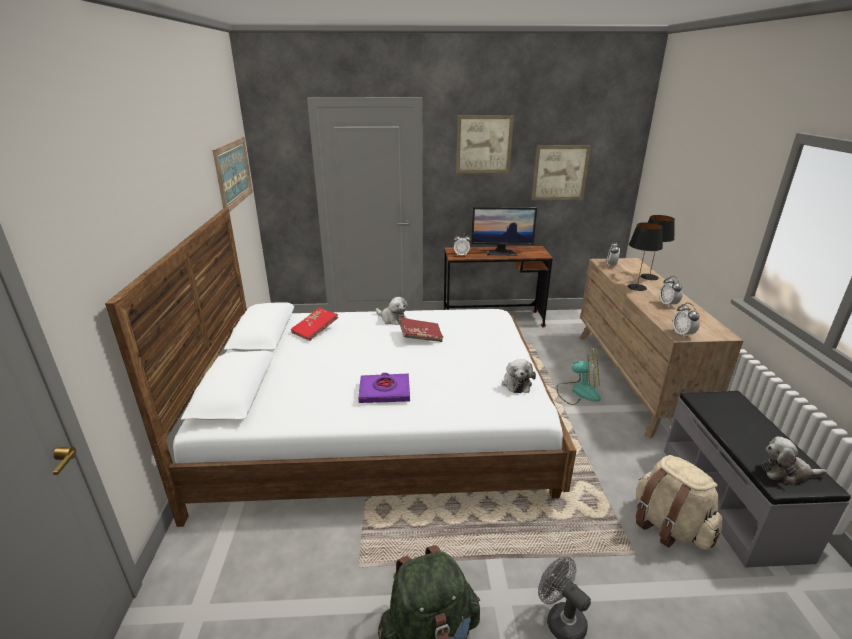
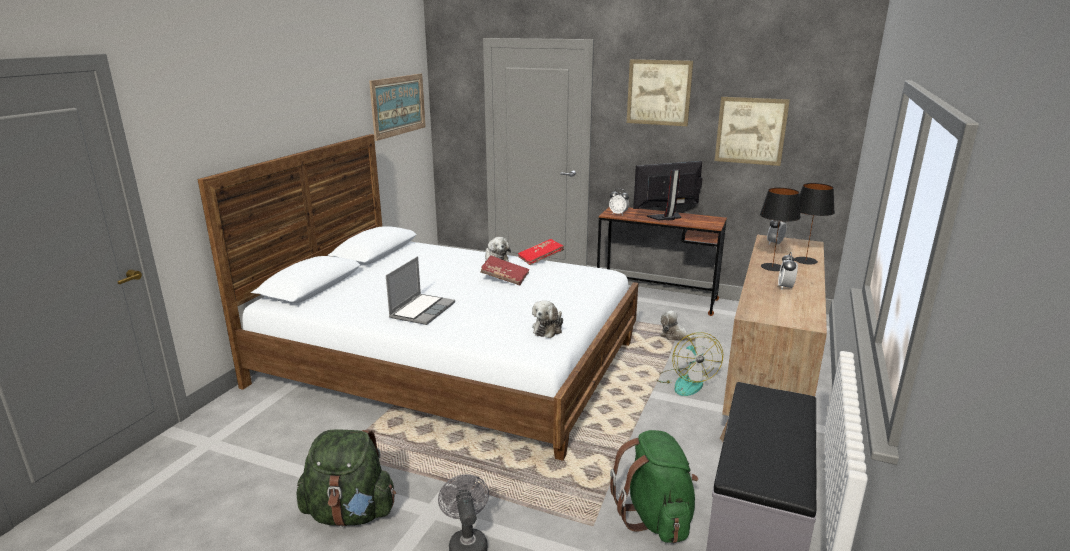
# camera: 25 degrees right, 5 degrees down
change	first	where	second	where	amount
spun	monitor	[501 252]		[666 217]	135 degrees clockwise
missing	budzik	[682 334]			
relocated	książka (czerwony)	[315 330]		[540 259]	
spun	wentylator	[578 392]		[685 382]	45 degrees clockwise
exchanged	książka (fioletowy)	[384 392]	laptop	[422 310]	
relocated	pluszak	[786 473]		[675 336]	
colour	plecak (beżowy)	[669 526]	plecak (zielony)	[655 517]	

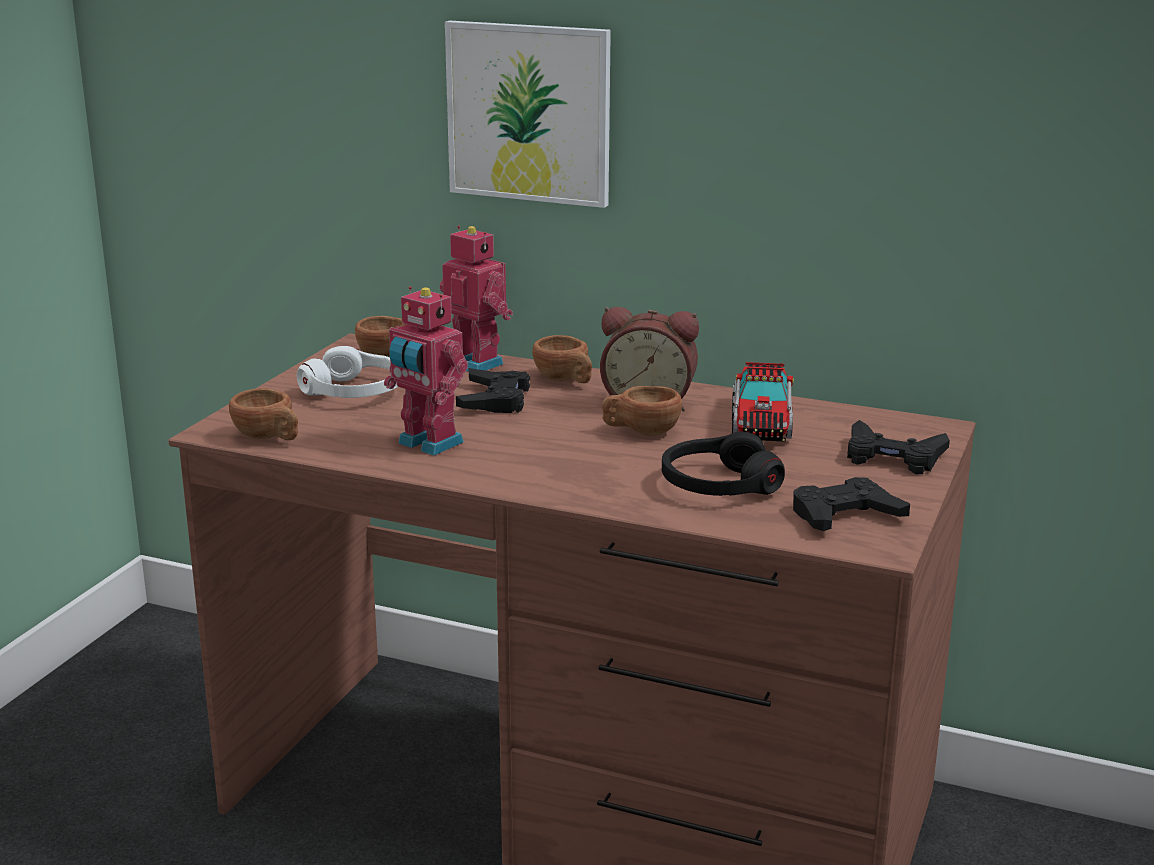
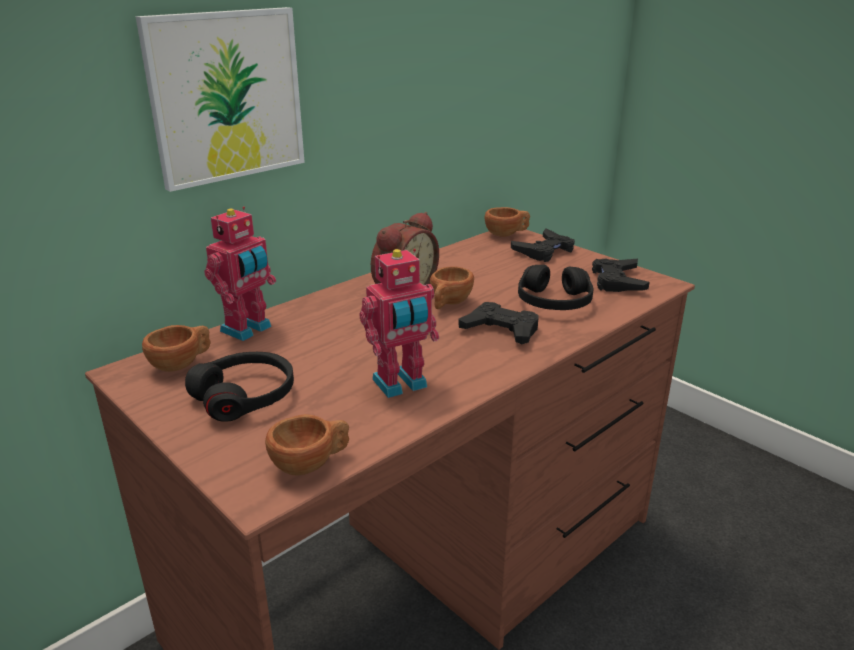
# camera: 65 degrees left, 5 degrees up
change	first	where	second	where	amount
spun	robot zabawkowy	[477 363]		[248 330]	150 degrees clockwise
relocated	filiżanka (brązowy)	[565 380]		[507 234]	
colour	słuchawki (biały)	[355 392]	słuchawki (czarny)	[245 396]	
missing	ciężarówka zabawkowa	[761 424]			
relocated	pad do gier (czarny)	[495 399]		[501 330]	

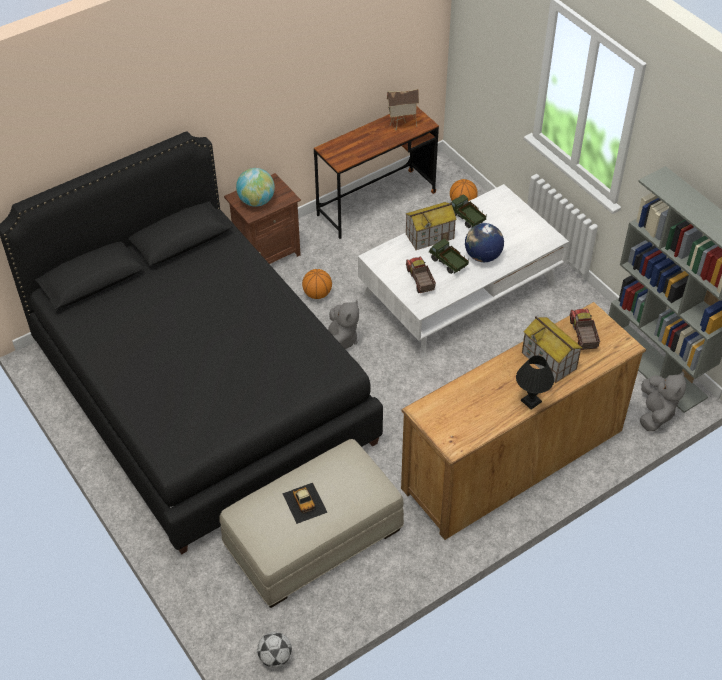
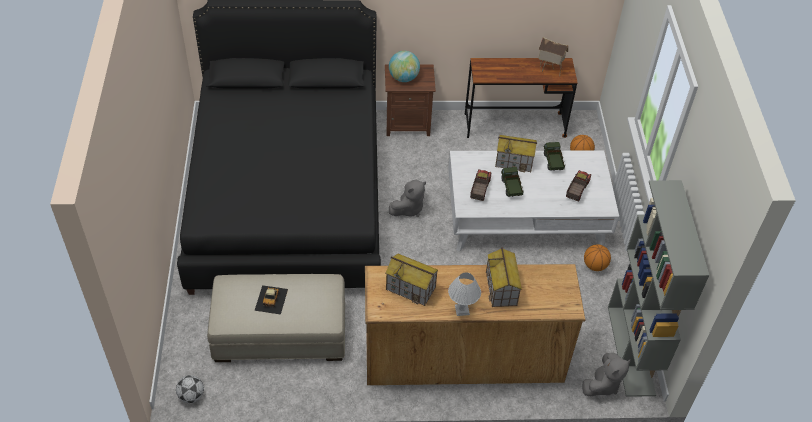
# camera: 30 degrees right, 0 degrees up
change	first	where	second	where	amount
missing	globus	[482 256]			
relocated	piłka do koszykówki	[317 294]		[594 265]	
relocated	ciężarówka zabawkowa	[582 335]		[576 190]	
colour	lampa stołowa (czarny)	[531 401]	lampa stołowa (biały)	[461 310]	
appeared			domek	[411 288]	

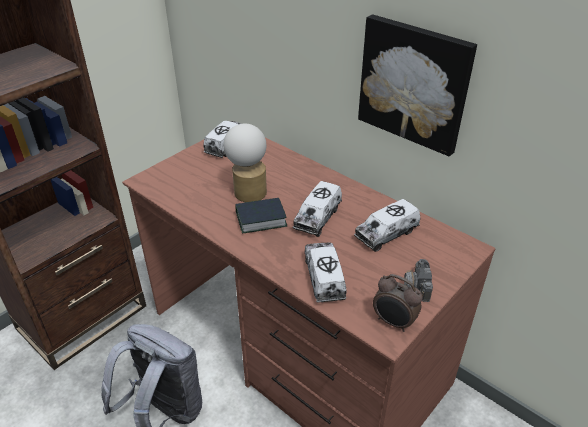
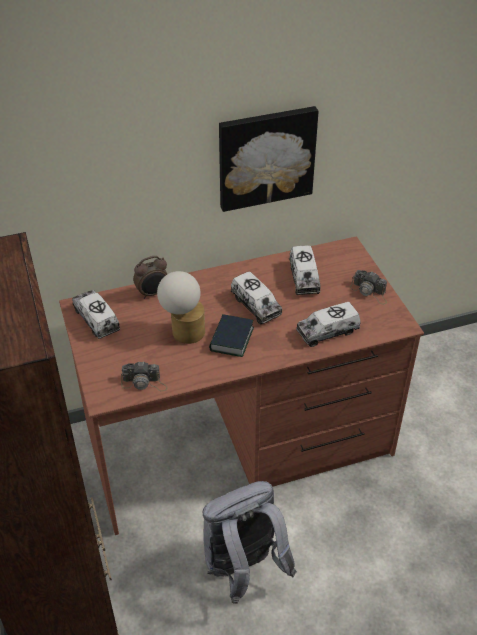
# camera: 60 degrees left, 5 degrees up
change	first	where	second	where	amount
spun	ciężarówka zabawkowa	[324 278]		[327 332]	45 degrees counterclockwise
relocated	budzik	[393 322]		[153 293]	
appeared			aparat fotograficzny	[144 383]	

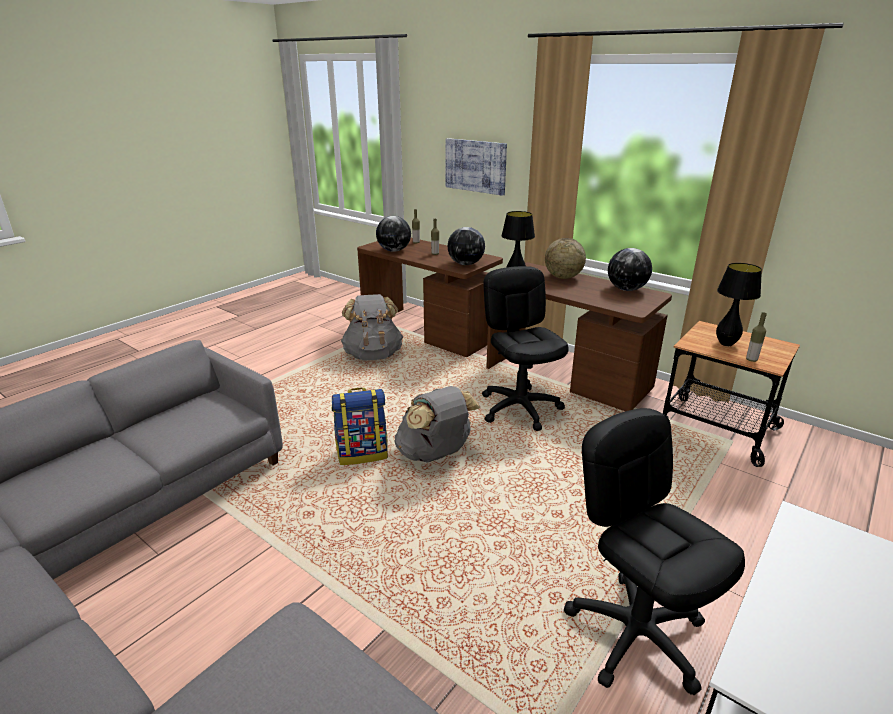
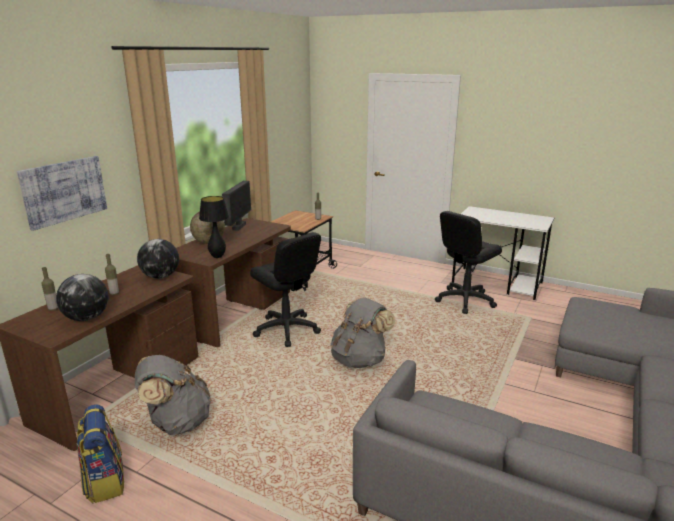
# camera: 100 degrees left, 5 degrees down
change	first	where	second	where	amount
exchanged	globus	[626 289]	monitor	[238 227]	
missing	lampa stołowa (czarny)	[726 344]			
spun	krzesło biurowe (czarny)	[520 408]		[286 330]	105 degrees counterclockwise
relocated	plecak	[363 454]		[104 481]	

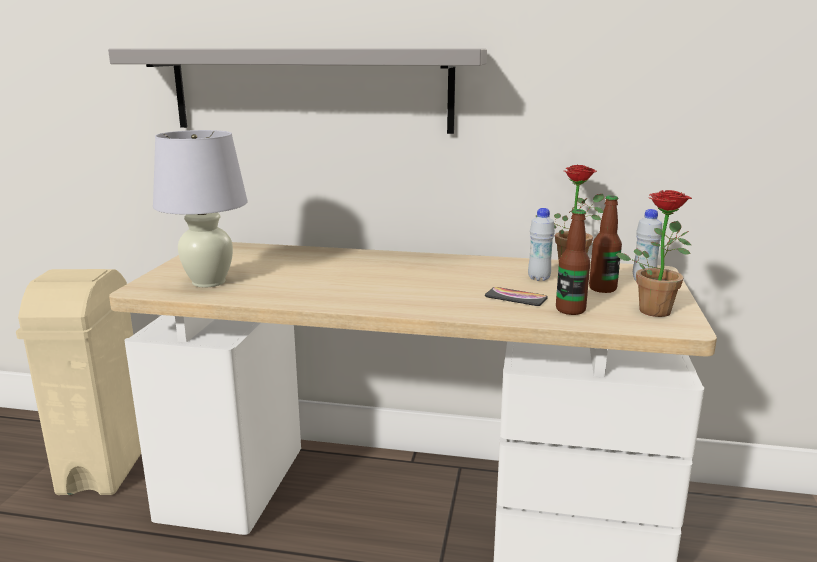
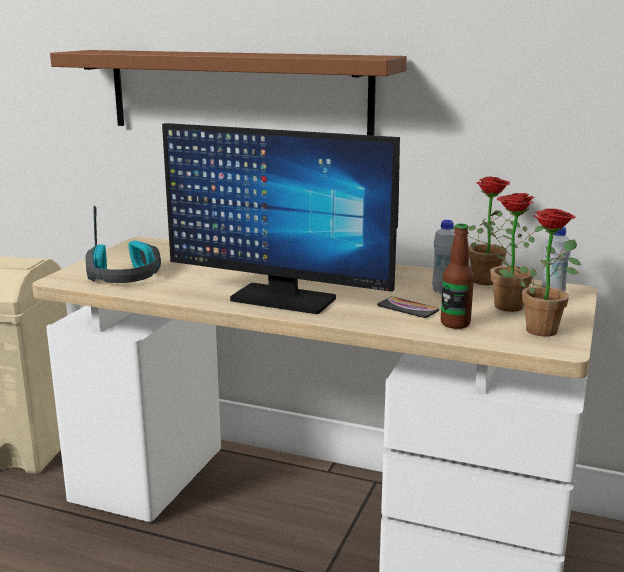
# camera: 10 degrees right, 0 degrees up
change	first	where	second	where	amount
colour	półka (szary)	[310 90]	półka (brązowy)	[237 93]	
exchanged	lampa stołowa (biały)	[209 282]	słuchawki	[124 276]	
exchanged	butelka	[602 288]	roślina doniczkowa	[502 305]	
appeared			monitor	[282 299]	

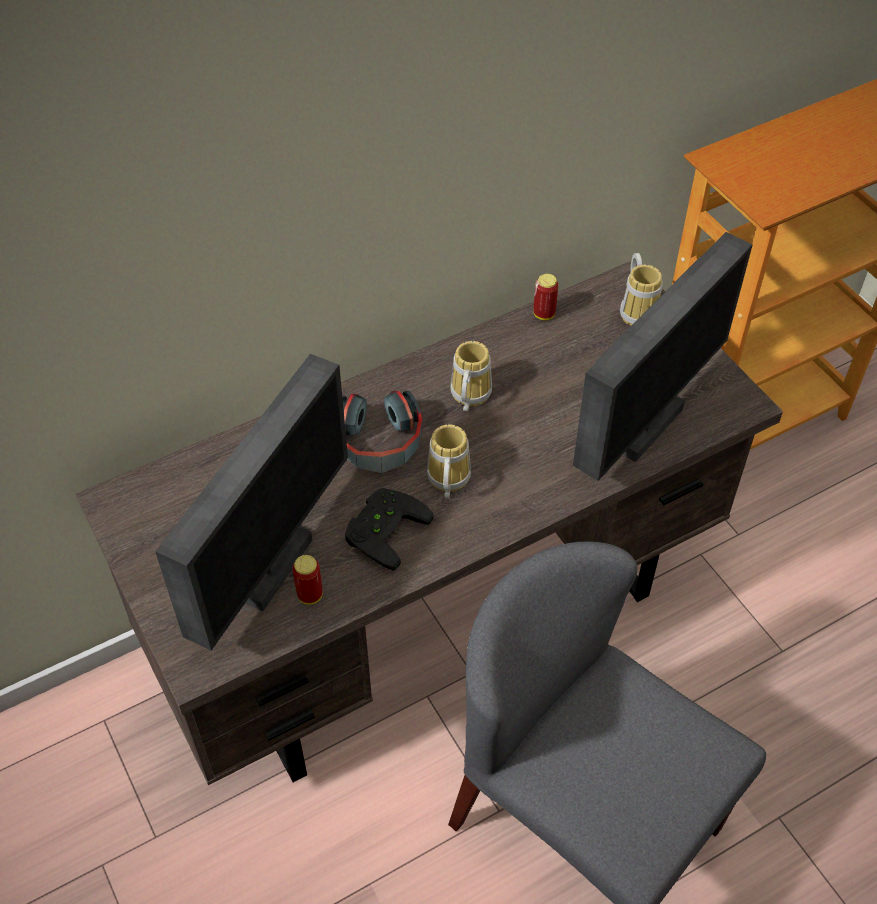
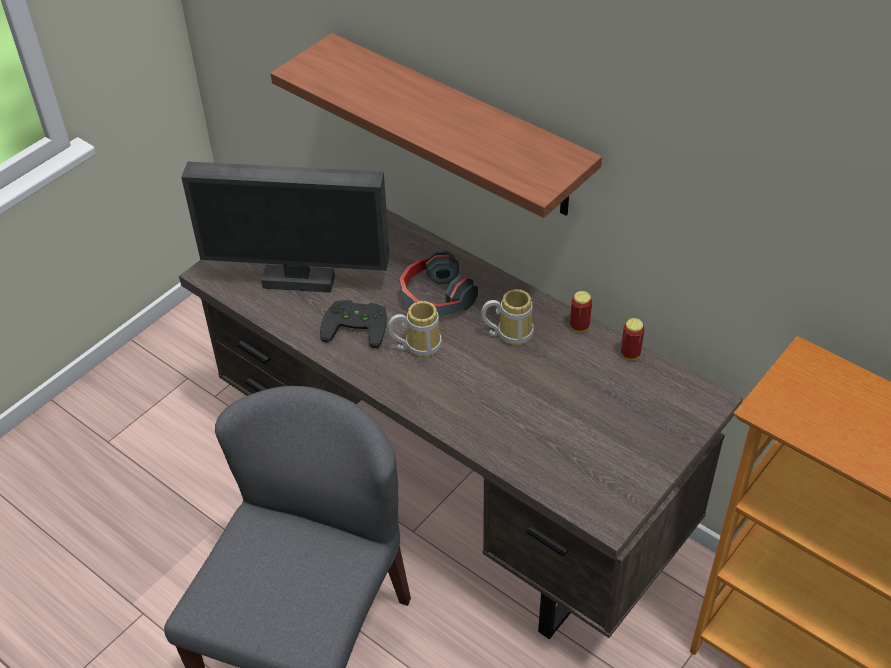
# camera: 70 degrees right, 5 degrees down
change	first	where	second	where	amount
missing	monitor	[644 426]			
missing	kubek	[639 310]			
relocated	puszka	[310 595]		[579 327]	
appeared			półka	[458 126]	

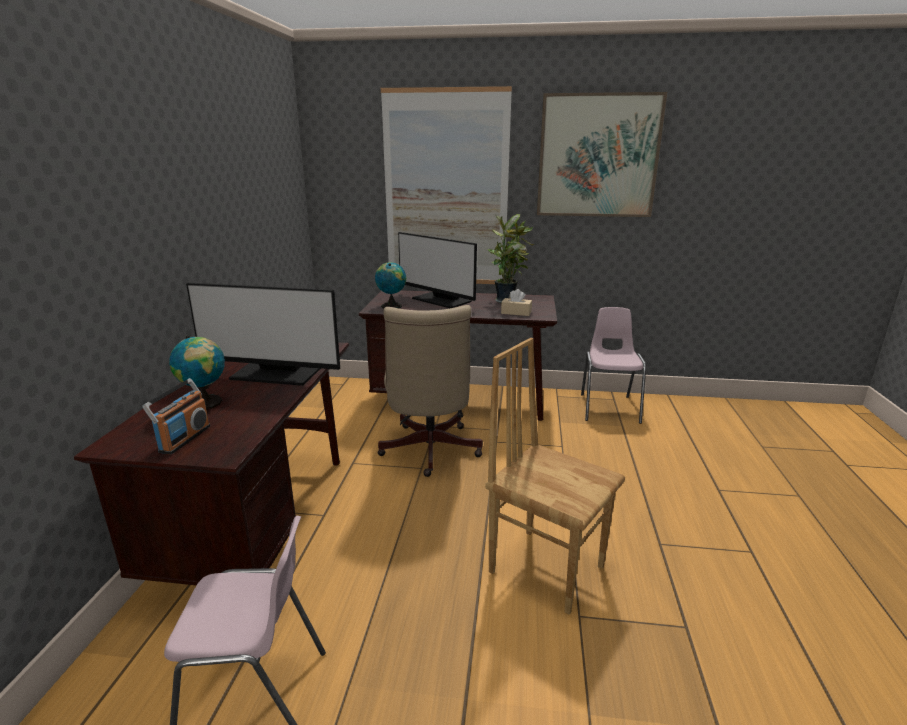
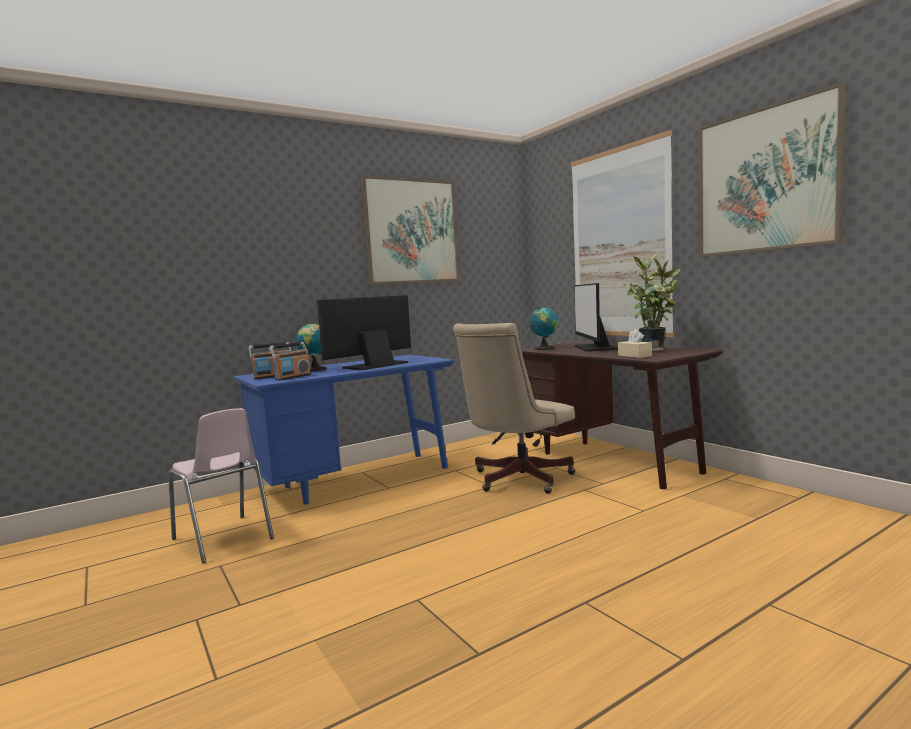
# camera: 50 degrees right, 15 degrees down
change	first	where	second	where	amount
spun	monitor	[275 374]		[374 365]	75 degrees clockwise
missing	krzesło (różowy)	[609 408]			
missing	krzesło (brązowy)	[546 567]			
colour	biurko (brązowy)	[262 522]	biurko (niebieski)	[356 480]	
appeared			obraz	[411 231]	
appeared			radio	[293 377]	

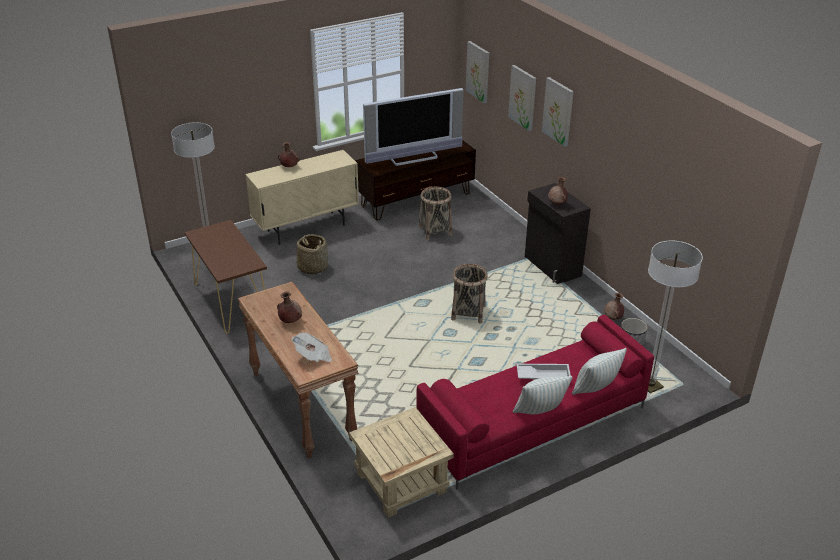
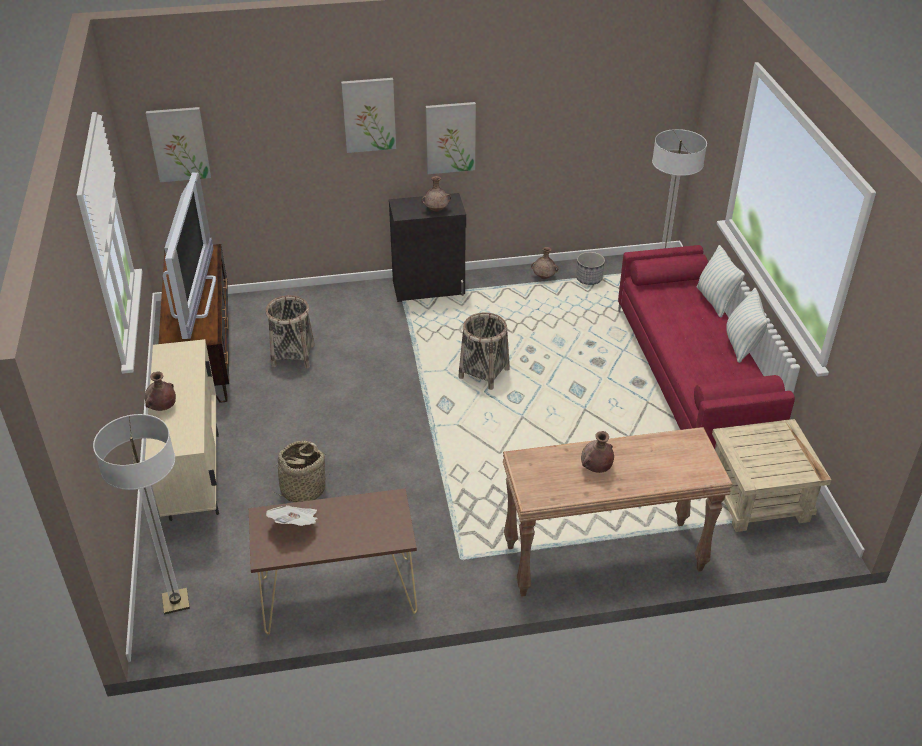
# camera: 70 degrees left, 5 degrees up
change	first	where	second	where	amount
relocated	obraz	[523 97]		[450 137]	
relocated	gazeta	[313 356]		[295 524]	
missing	taca (biały)	[543 375]			

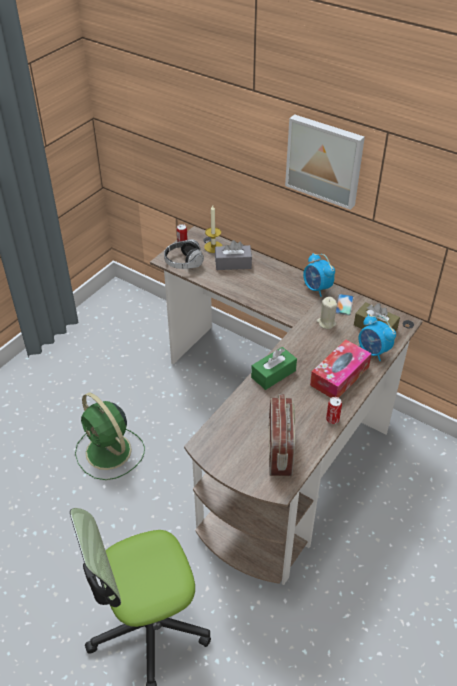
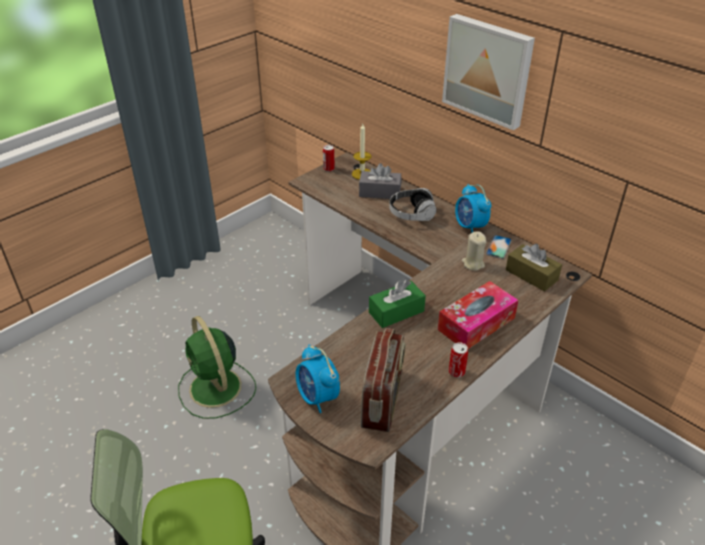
# camera: 10 degrees right, 5 degrees down
change	first	where	second	where	amount
relocated	słuchawki	[183 262]		[411 214]	
relocated	budzik	[373 352]		[317 397]	

